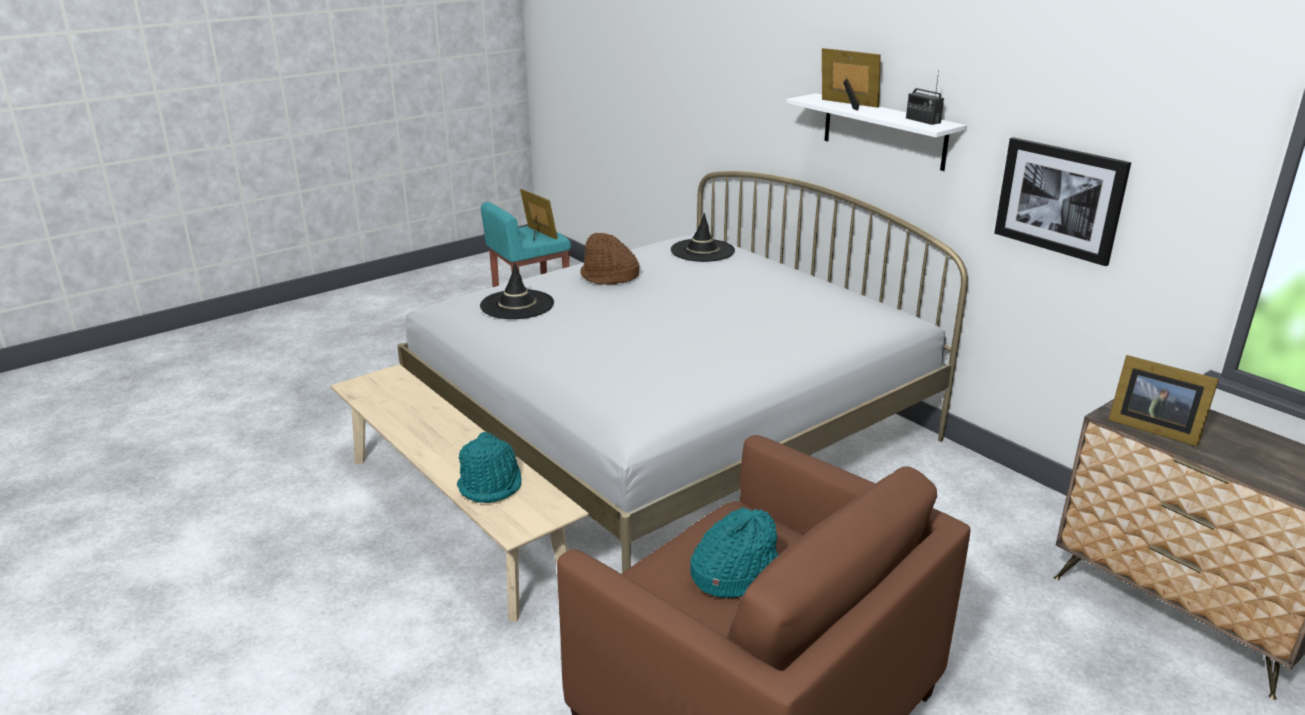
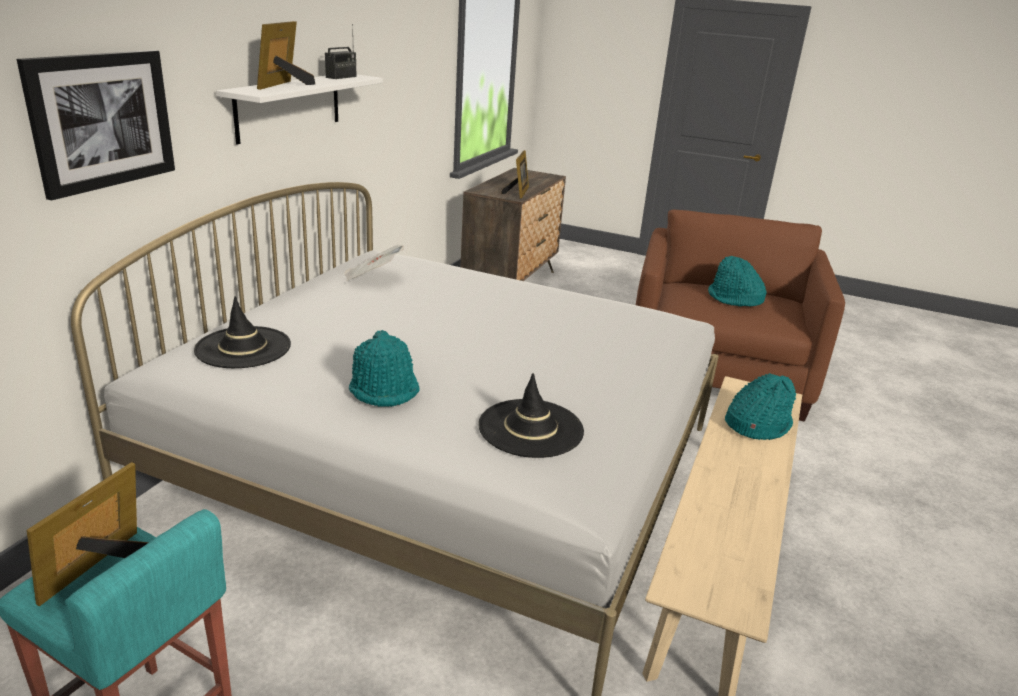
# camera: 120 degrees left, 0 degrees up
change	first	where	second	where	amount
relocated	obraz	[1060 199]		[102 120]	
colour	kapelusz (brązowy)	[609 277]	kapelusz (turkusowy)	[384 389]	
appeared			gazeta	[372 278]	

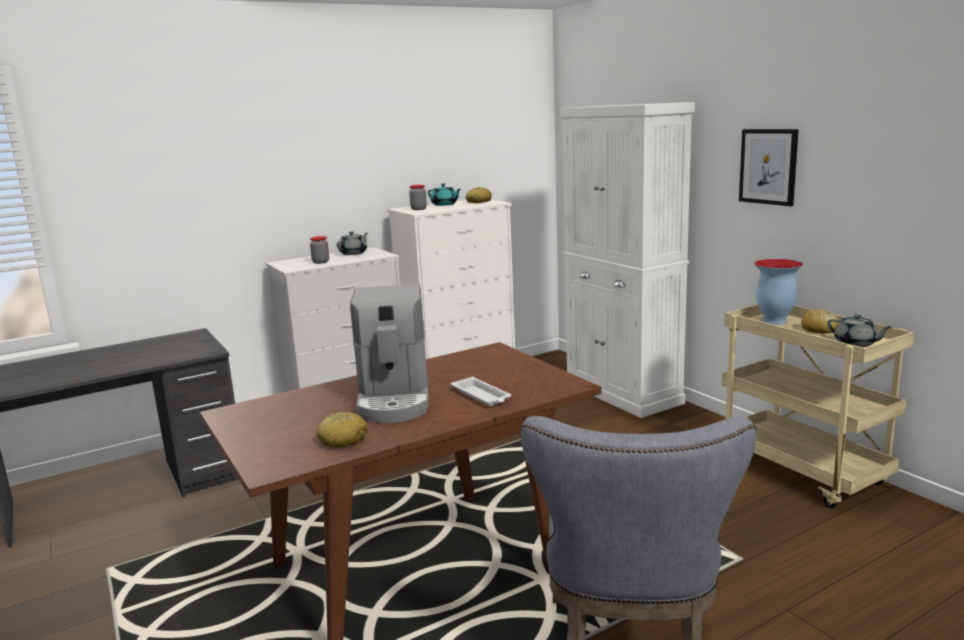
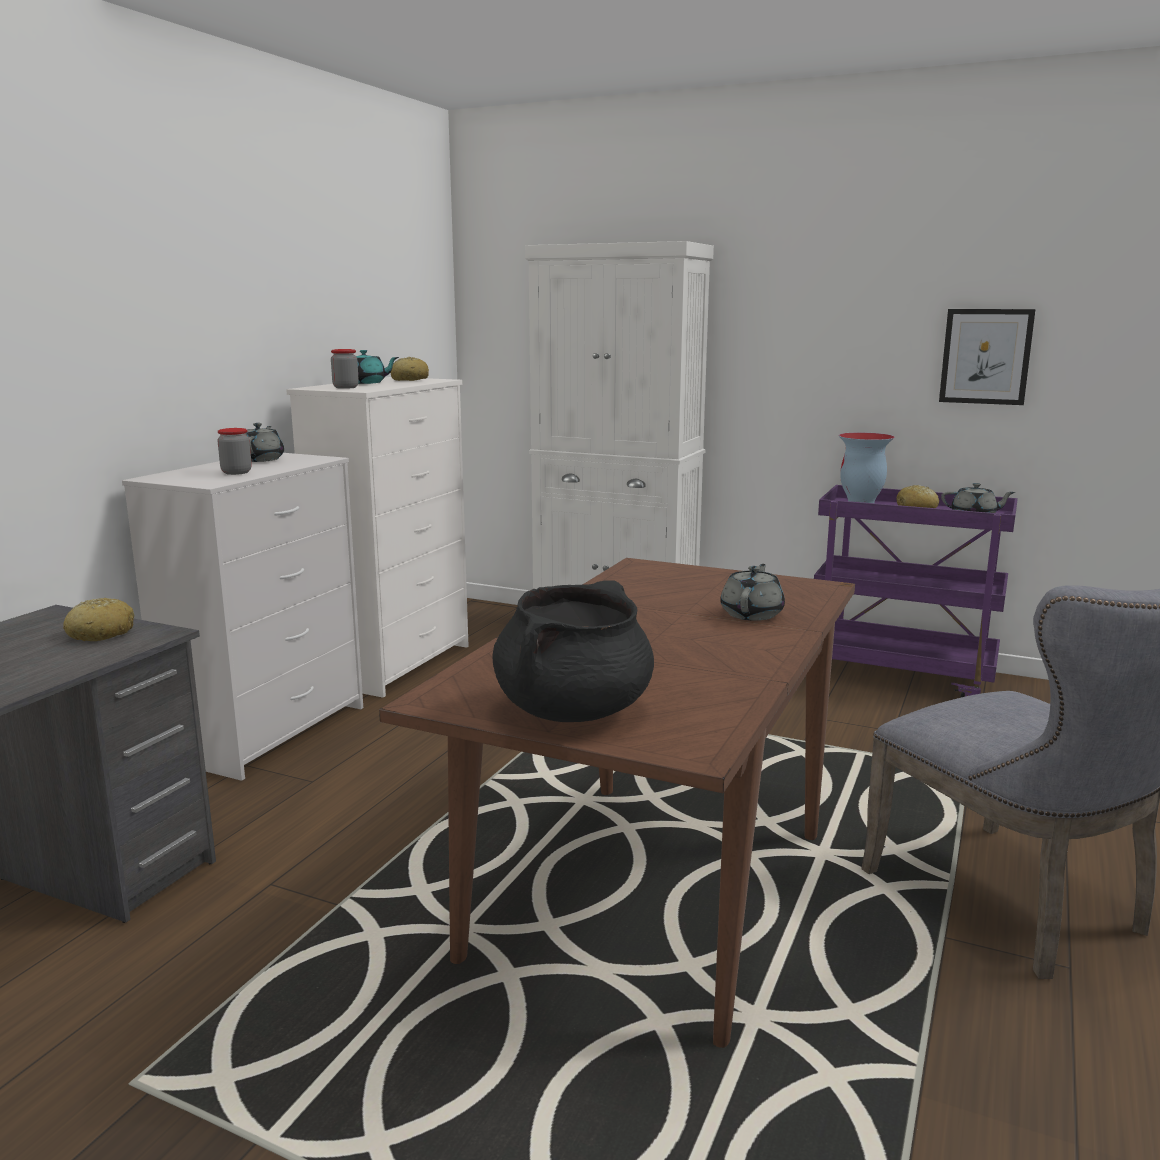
# camera: 35 degrees left, 0 degrees up
change	first	where	second	where	amount
relocated	obraz	[768 166]		[986 356]	
missing	ekspres do kawy	[394 399]			
colour	wózek (beżowy)	[803 473]	wózek (fioletowy)	[902 677]	
exchanged	taca (biały)	[481 396]	imbryk (szary)	[752 614]	
relocated	chleb	[343 439]		[101 633]	
appeared			garnek (czarny)	[573 710]	

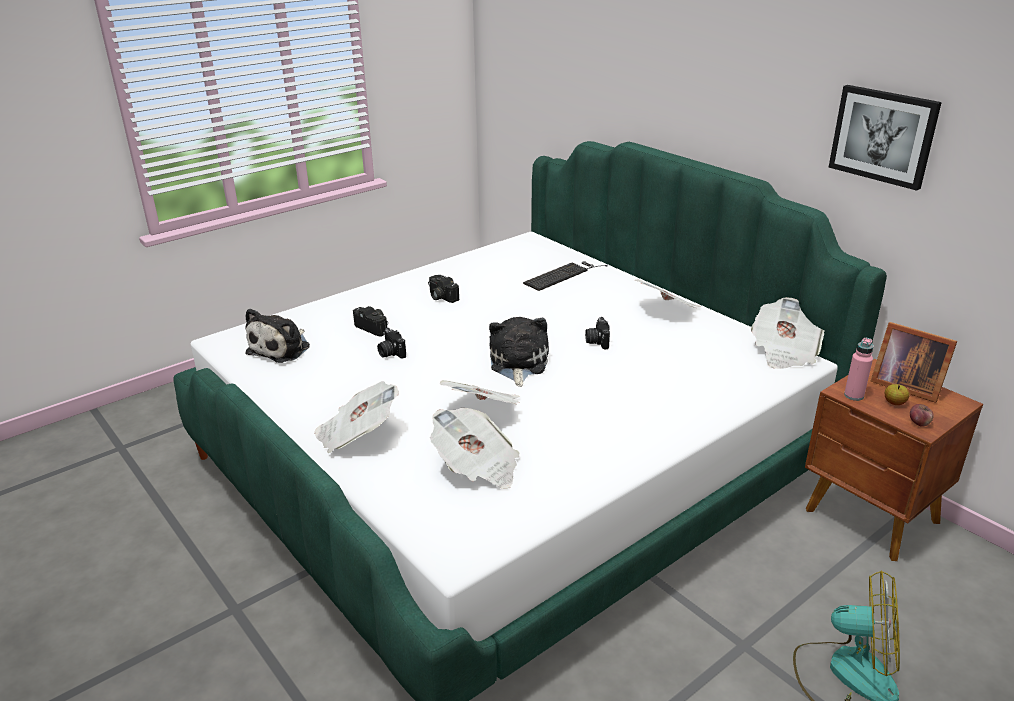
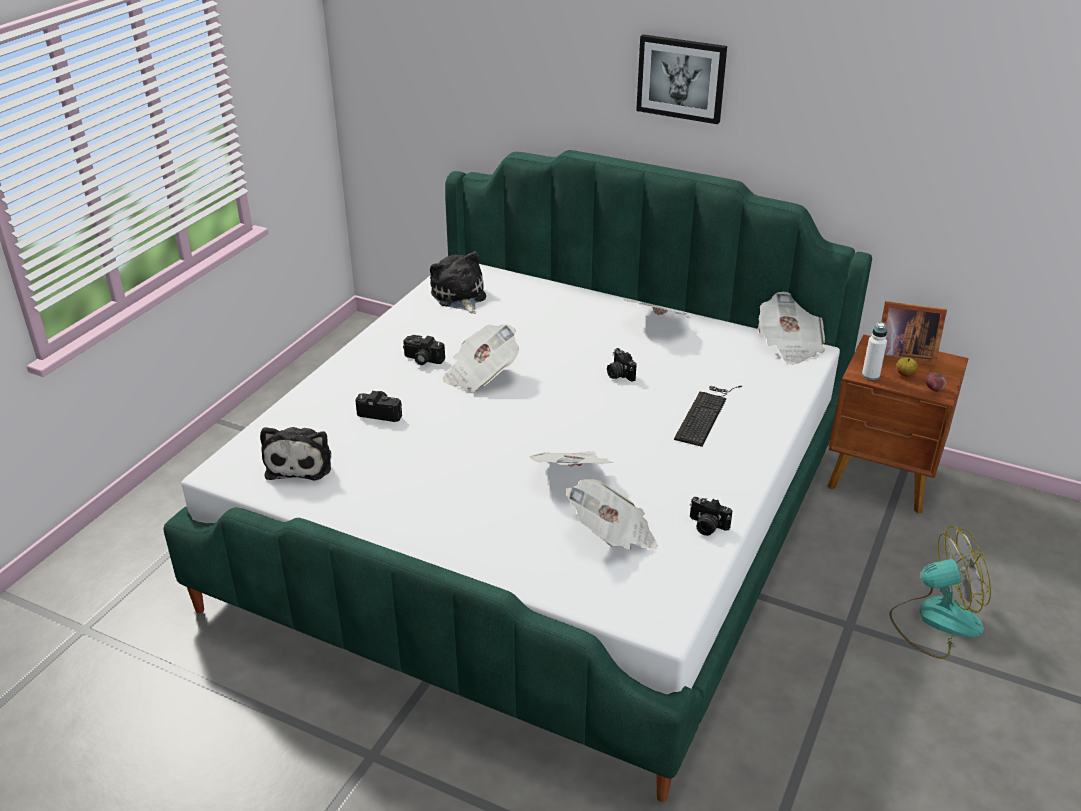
# camera: 25 degrees left, 5 degrees up
change	first	where	second	where	amount
relocated	obraz	[883 136]		[681 78]	
relocated	klawiatura	[563 275]		[705 413]	
relocated	pluszak	[518 364]		[459 296]	
relocated	aparat fotograficzny	[390 353]		[707 526]	
colour	butelka (różowy)	[853 395]	butelka (biały)	[870 375]	
relocated	gazeta	[357 435]		[480 375]	

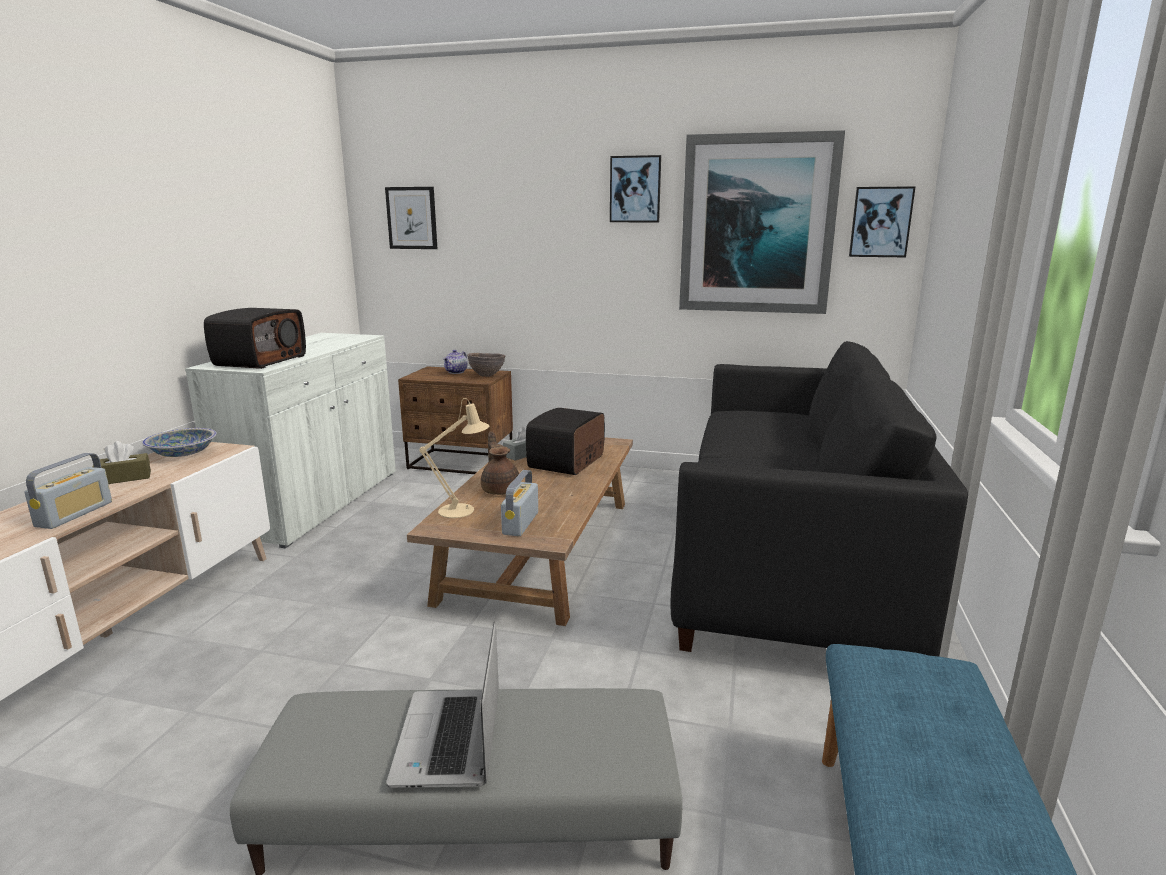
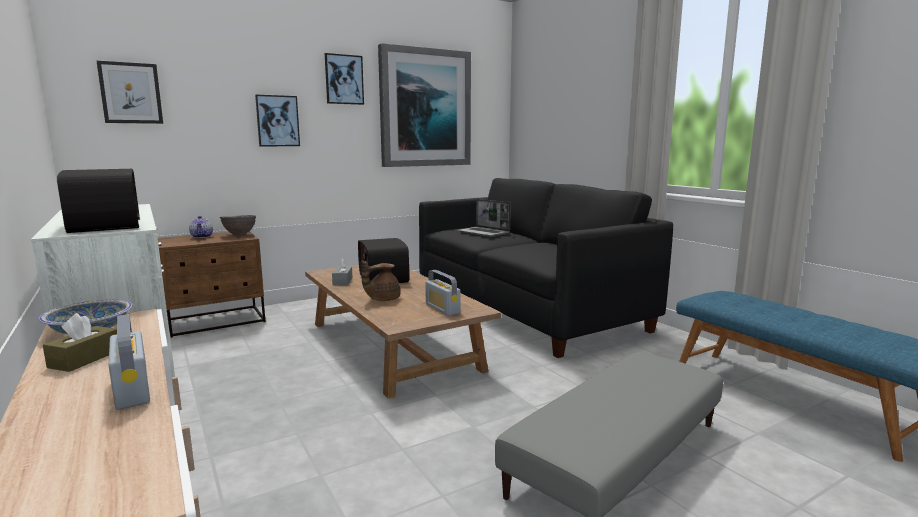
# camera: 45 degrees left, 5 degrees down
change	first	where	second	where	amount
relocated	obraz	[880 222]		[277 121]	
missing	lampa stołowa (beżowy)	[462 510]			
spun	imbryk (brązowy)	[500 489]		[382 299]	60 degrees counterclockwise
relocated	laptop	[450 740]		[484 233]	

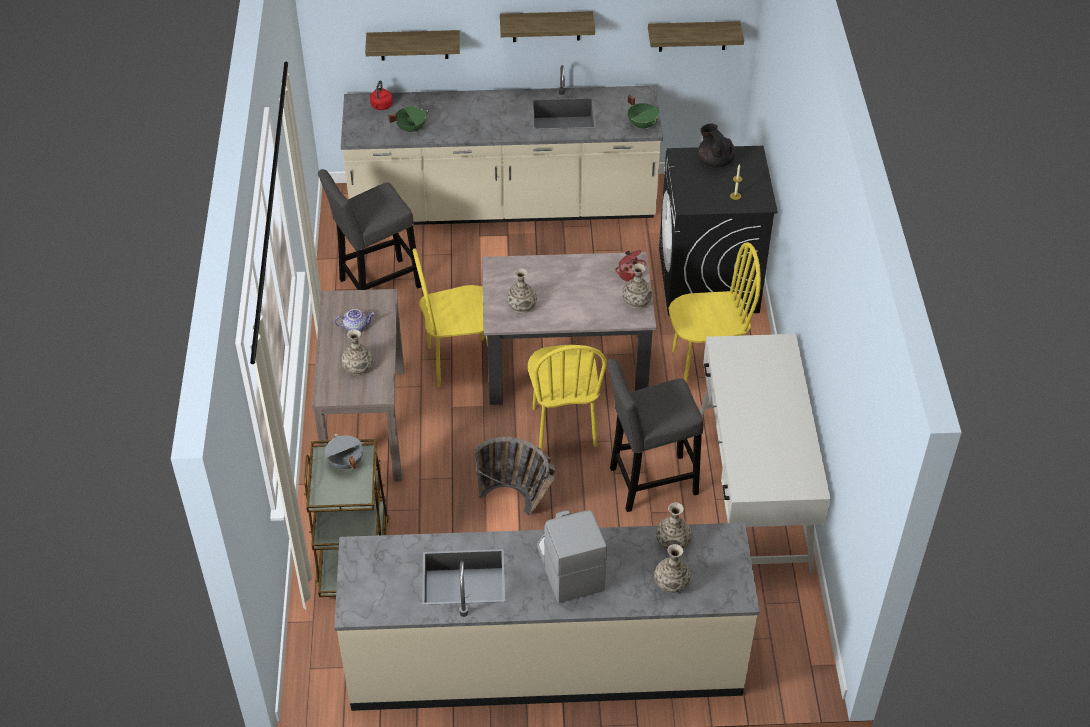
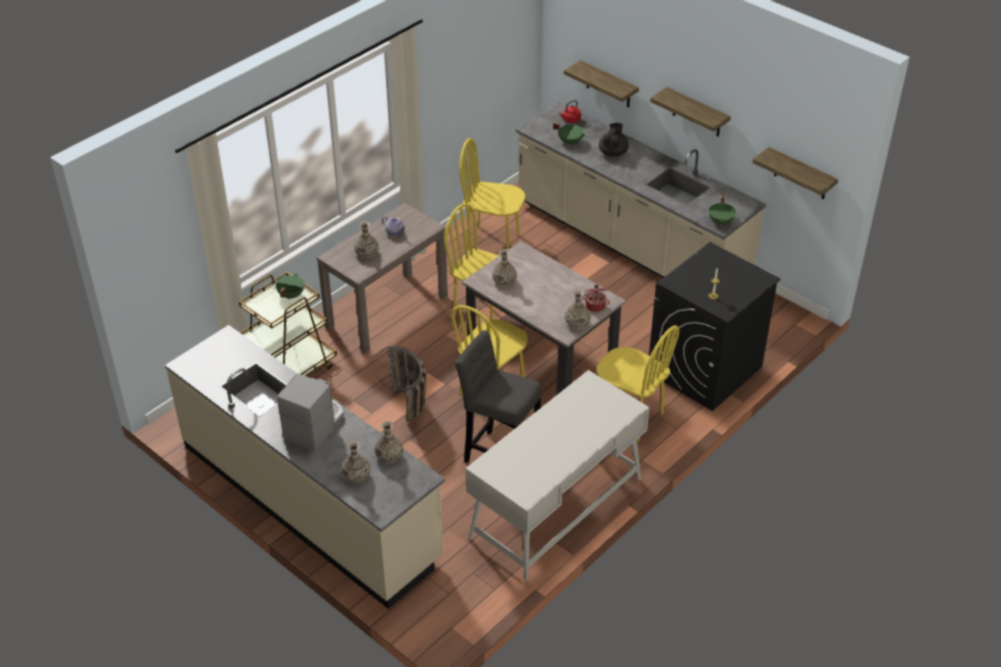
# camera: 45 degrees right, 5 degrees down
change	first	where	second	where	amount
relocated	imbryk (czarny)	[715 161]		[613 152]	
exchanged	stołek (szary)	[376 285]	krzesło (żółty)	[493 242]	
colour	garnek (szary)	[345 462]	garnek (zielony)	[290 295]	

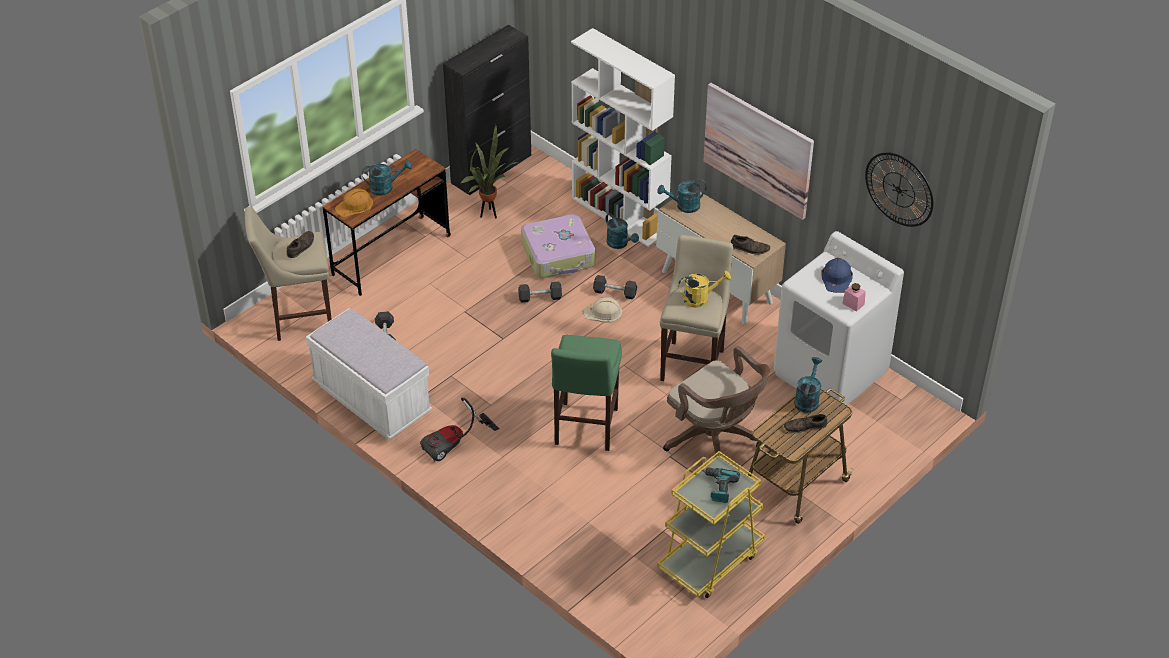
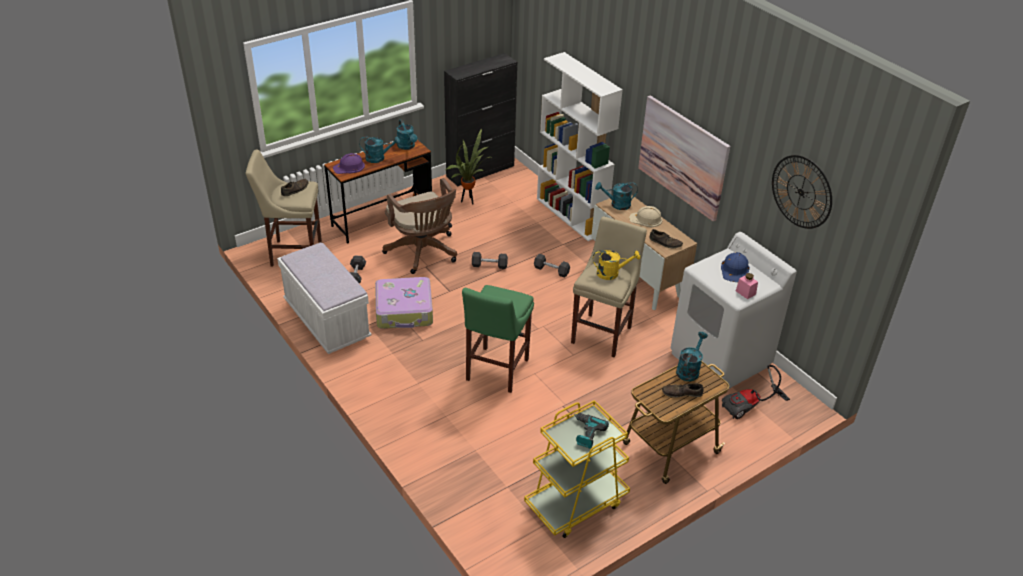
# camera: 10 degrees right, 5 degrees down
change	first	where	second	where	amount
colour	kask (pomarańczowy)	[355 206]	kask (fioletowy)	[349 167]	
relocated	konewka (turkusowy)	[620 244]		[407 147]	
relocated	walizka	[559 255]		[404 311]	
relocated	kask (beżowy)	[603 312]		[646 219]	
relocated	krzesło biurowe (brązowy)	[715 441]		[423 253]	
relocated	odkurzacz	[455 444]		[751 407]	

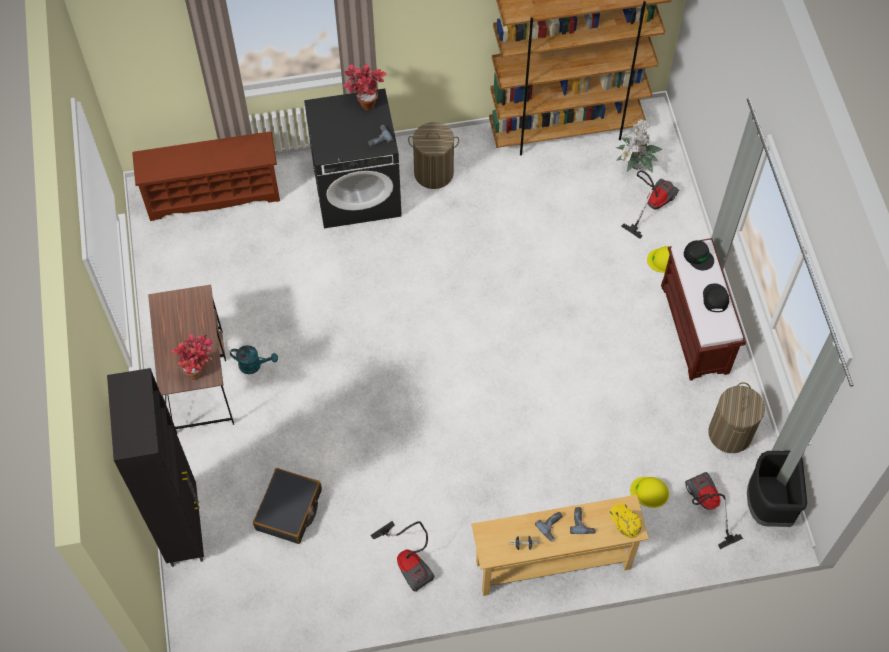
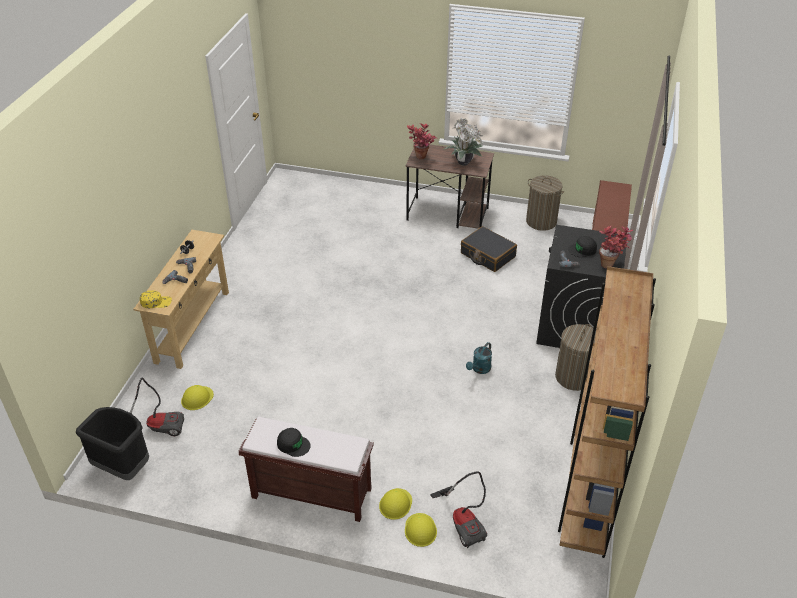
# camera: 115 degrees right, 20 degrees down
change	first	where	second	where	amount
relocated	roślina doniczkowa	[634 165]		[463 162]	
relocated	czapka z daszkiem (czarny)	[698 256]		[582 250]	
relocated	konewka (turkusowy)	[254 365]		[479 369]	
missing	szafka (czarny)	[184 527]			
relocated	kosz na pranie	[730 433]		[541 221]	
relocated	walizka (czarny)	[289 510]		[487 255]	
missing	odkurzacz	[409 561]			
appeared			kask (żółty)	[420 530]	

